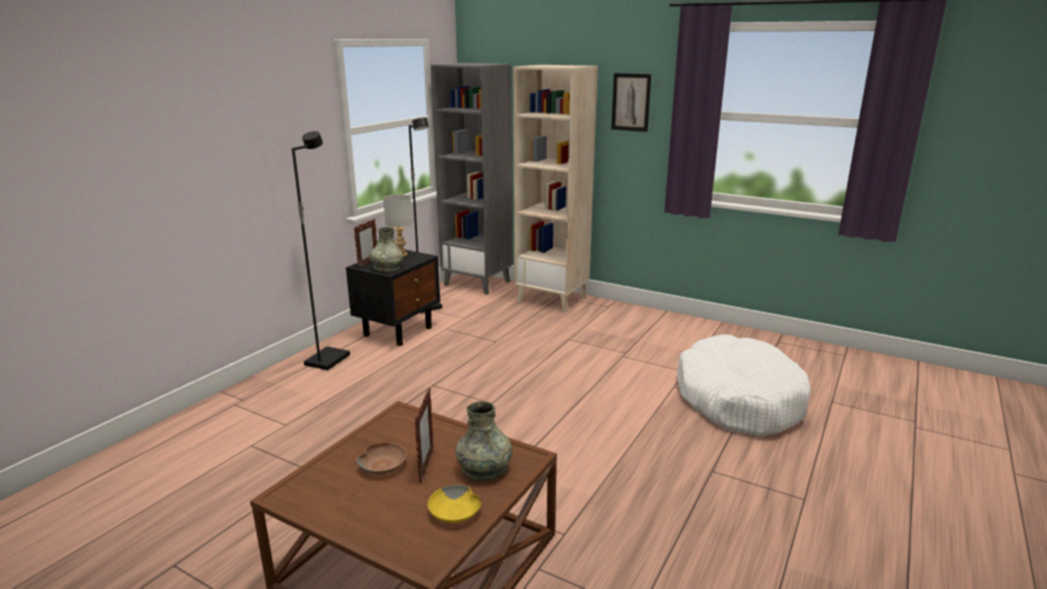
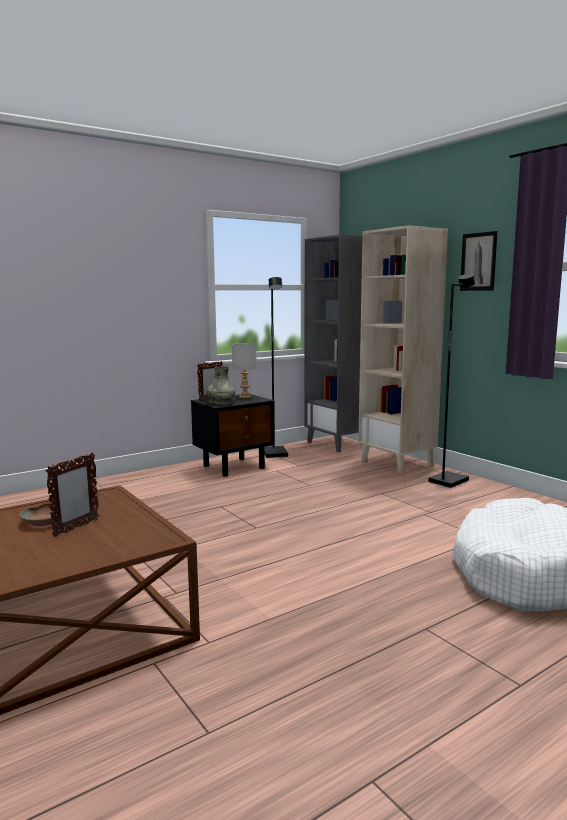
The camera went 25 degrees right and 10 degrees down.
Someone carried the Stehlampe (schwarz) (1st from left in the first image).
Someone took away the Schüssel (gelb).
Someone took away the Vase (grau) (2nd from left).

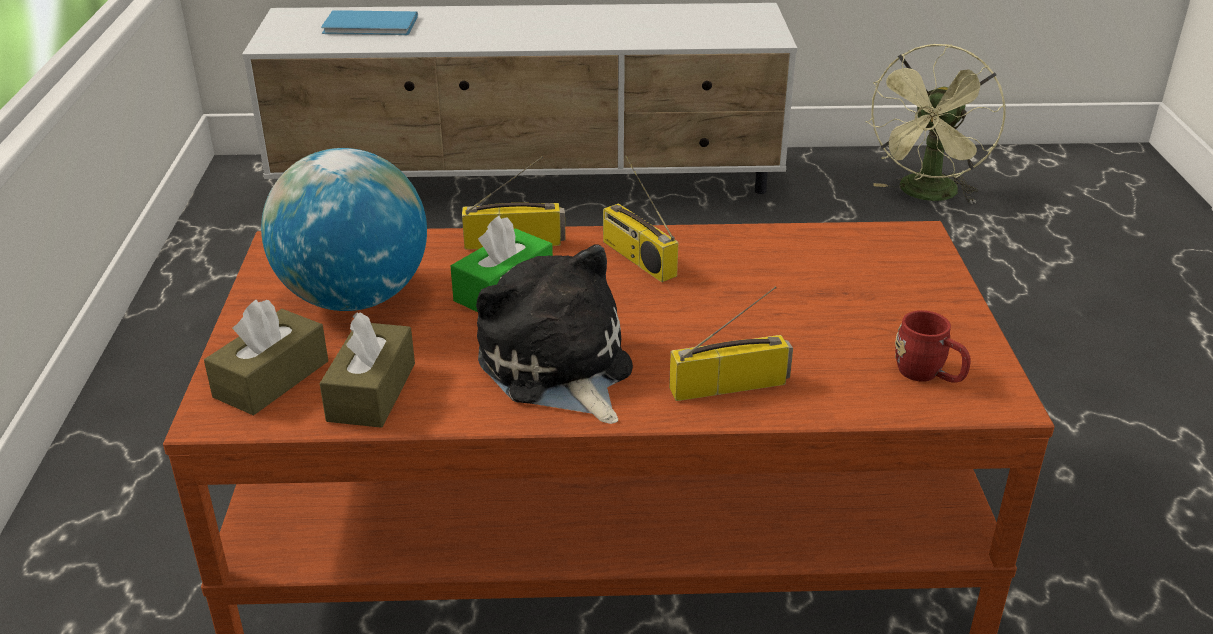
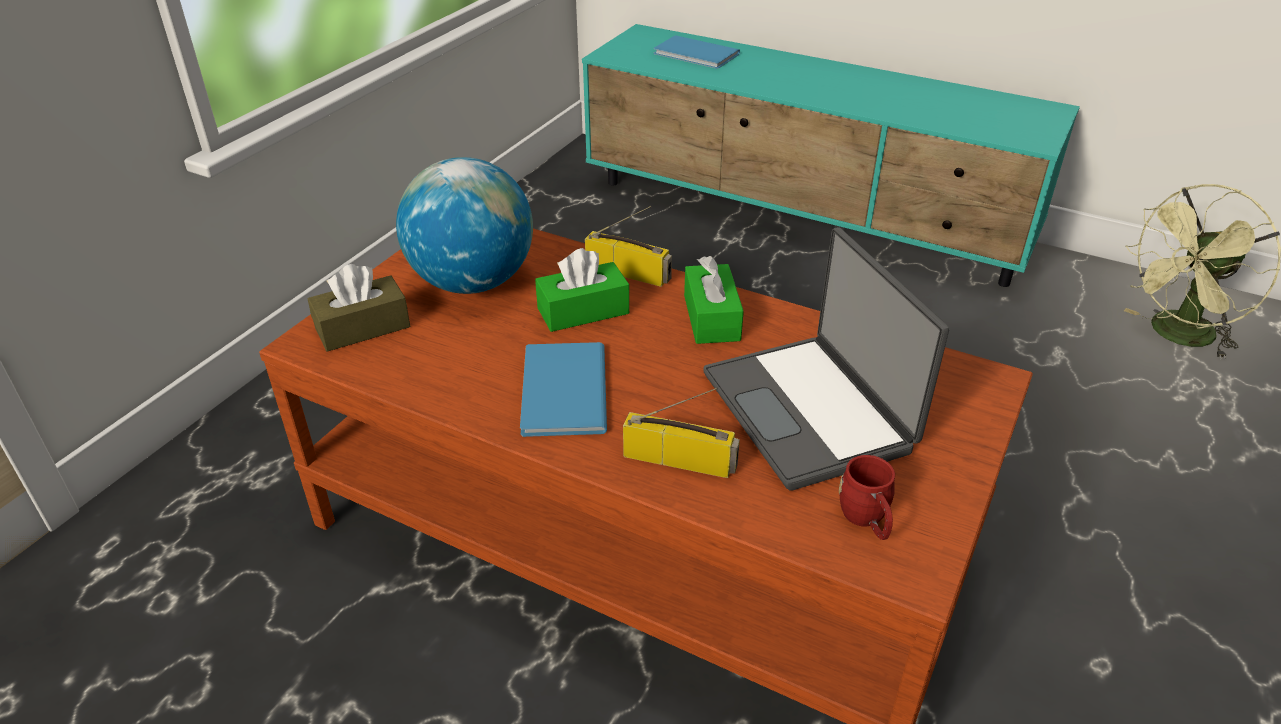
The camera went 30 degrees right and 5 degrees up.
Someone swapped the Plüschtier for the Buch (blau) (1st from left).
Someone repainted the Fernsehschrank (weiß), which became the Fernsehschrank (türkis).
Someone swapped the Radio (2nd from left) for the Taschentuchbox (grün) (2nd from left).
Someone put down the Laptop.
Someone took away the Taschentuchbox (braun) (2nd from left).

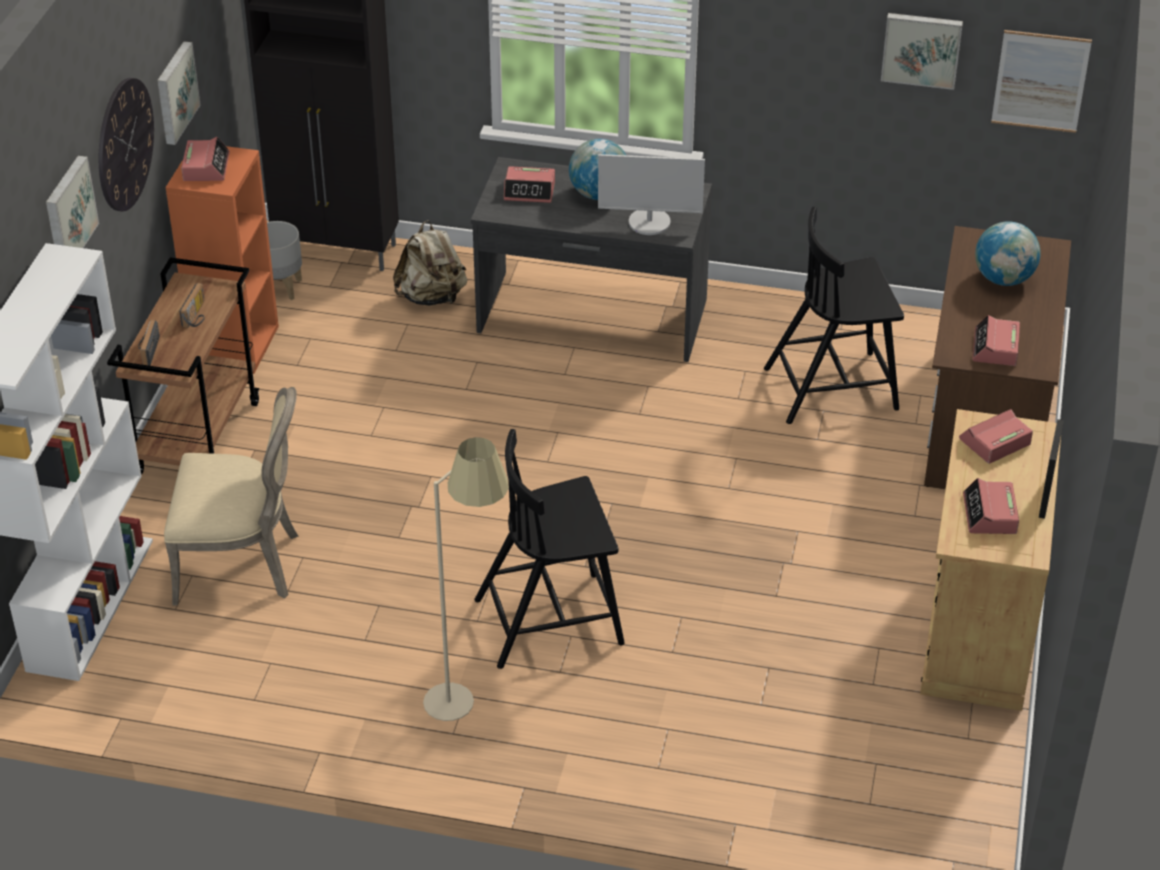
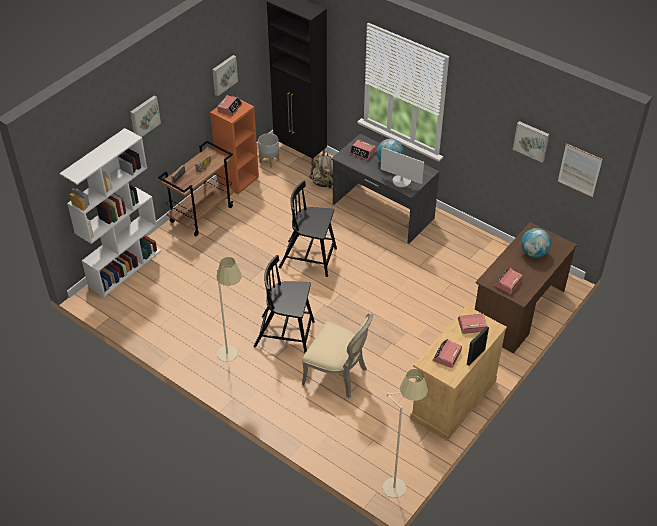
The camera went 25 degrees right and 5 degrees up.
Someone carried the Stuhl (schwarz) (2nd from left).
Someone carried the Stuhl (beige).
Someone put down the Stehlampe (beige) (2nd from left).
Someone took away the Wanduhr.

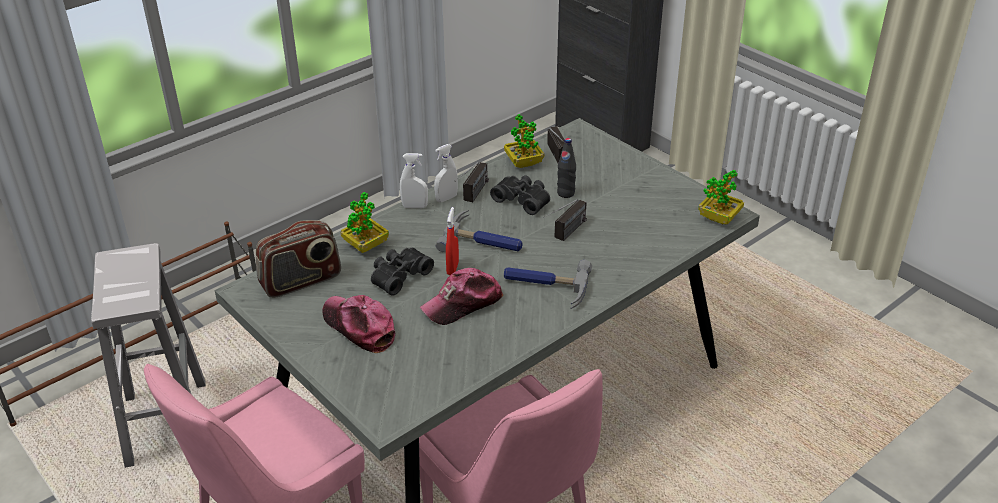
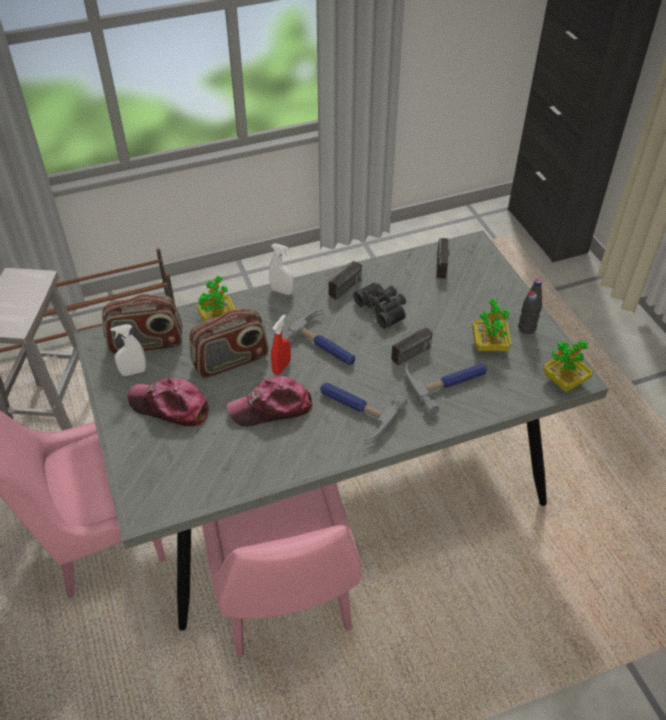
The camera went 20 degrees right and 10 degrees up.
Someone carried the Sprühflasche (weiß) (2nd from left in the first image).
Someone rotated the Kappe (1st from left) by 45 degrees counterclockwise.
Someone swapped the Fernglas (schwarz) (1st from left) for the Radio (2nd from left).
Someone put down the Hammer (3rd from left).
Someone carried the Topfpflanze (2nd from left).
Someone carried the Flasche (schwarz).

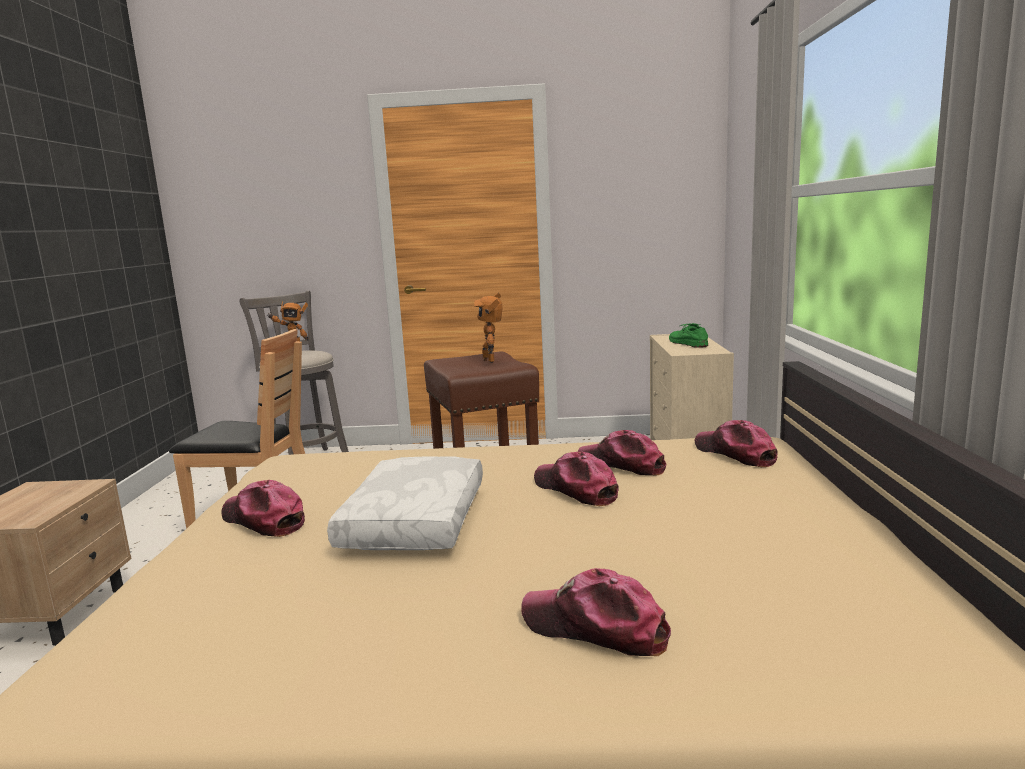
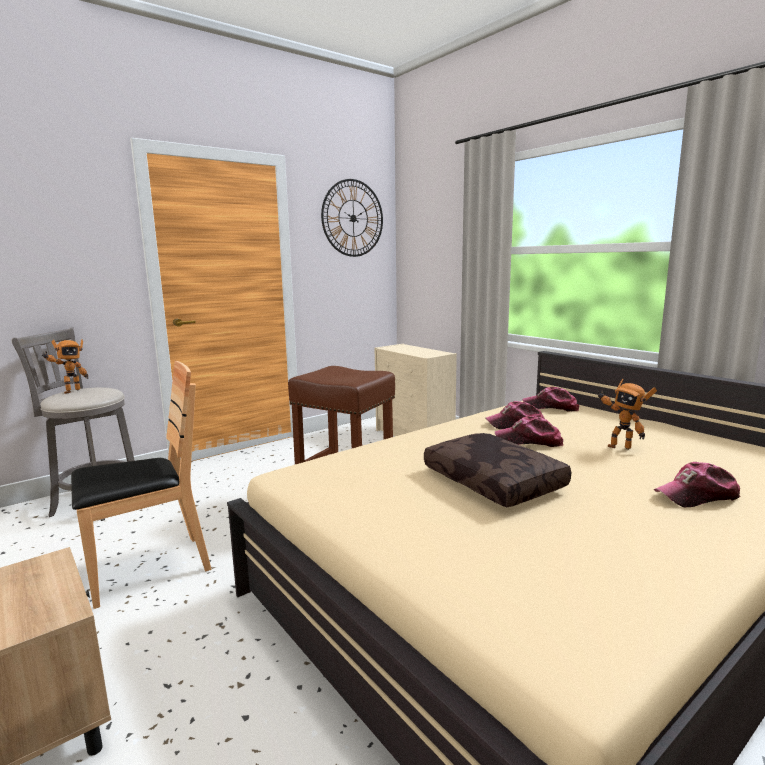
The camera went 40 degrees left and 0 degrees up.
Someone put up the Wanduhr.
Someone repainted the Kissen (weiß), which became the Kissen (braun).
Someone carried the Spielzeugroboter (2nd from left).
Someone took away the Kappe (1st from left).
Someone took away the Schuh (grün).

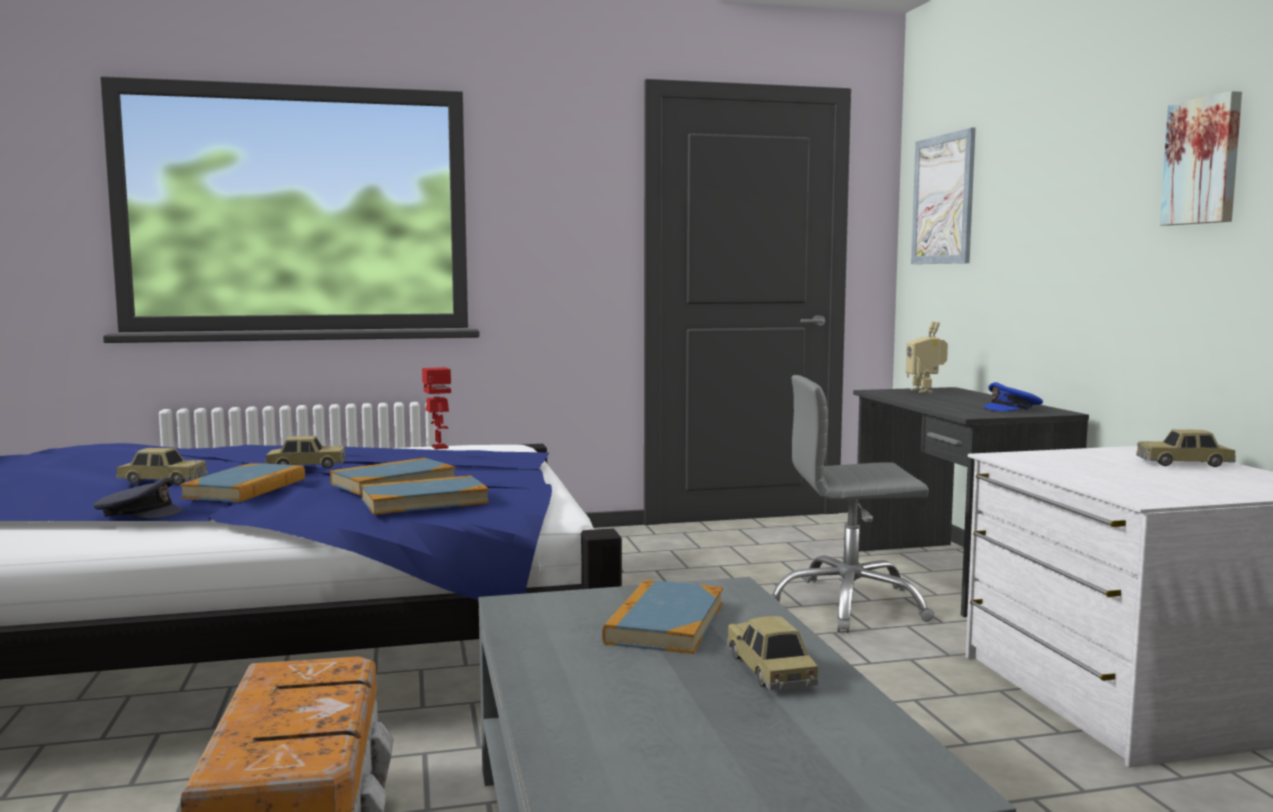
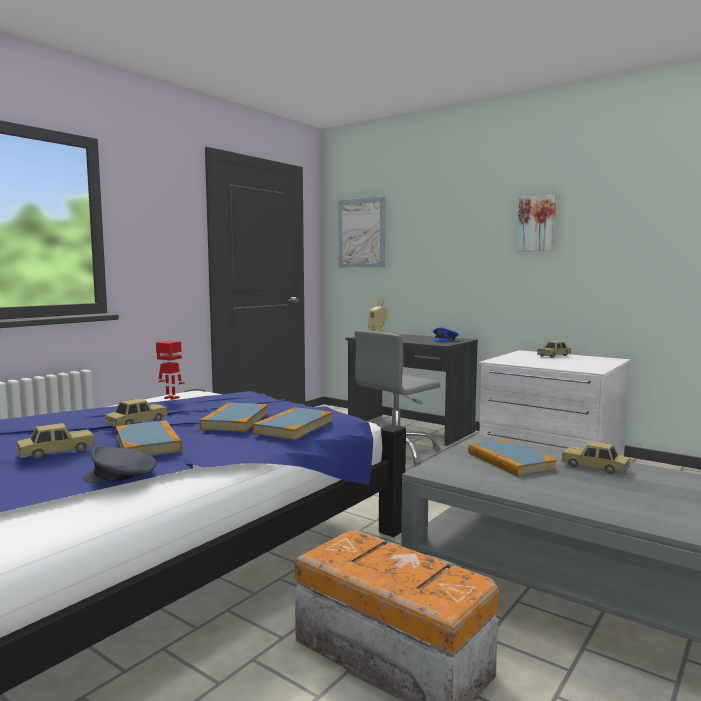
The camera went 40 degrees left and 0 degrees up.
Someone rotated the Kappe (grau) by 150 degrees counterclockwise.

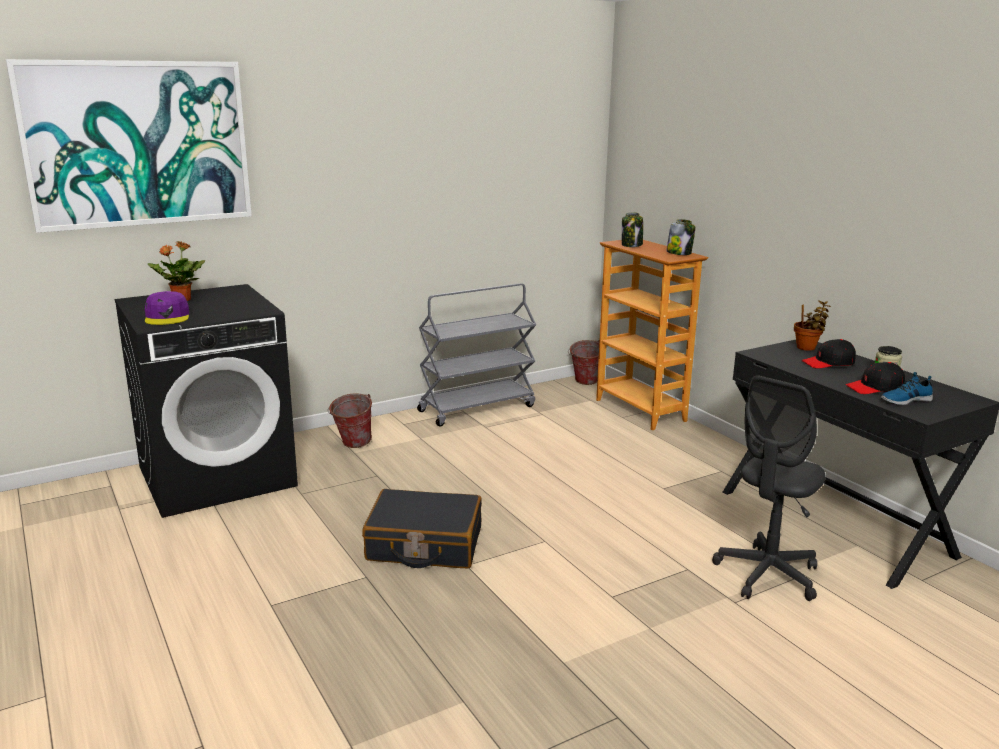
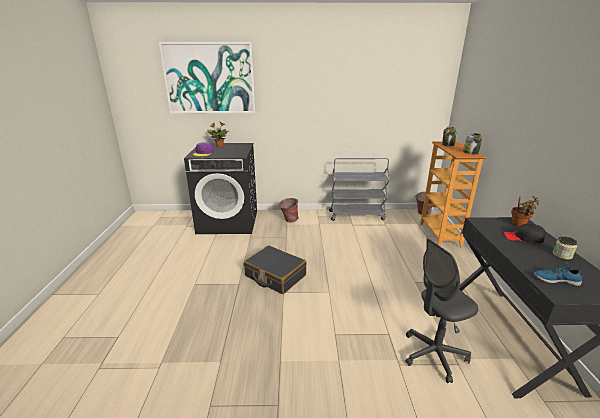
The camera went 30 degrees right and 5 degrees up.
Someone took away the Kappe (schwarz) (2nd from left).

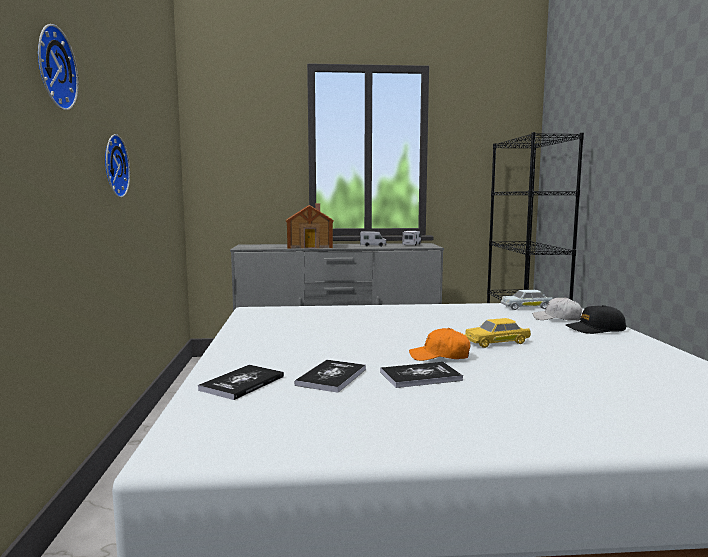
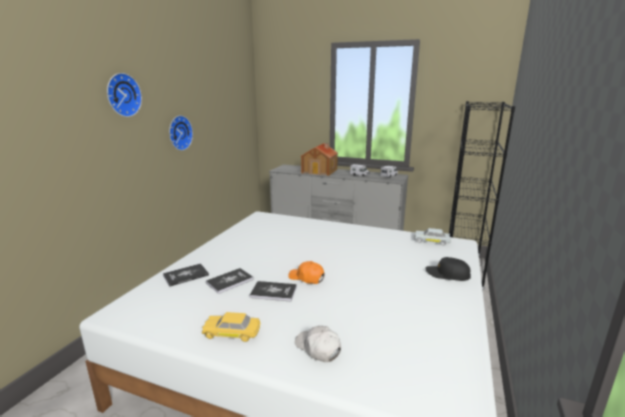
The camera went 25 degrees right and 10 degrees up.
Someone carried the Spielzeugauto (gelb).
Someone carried the Kappe (weiß).

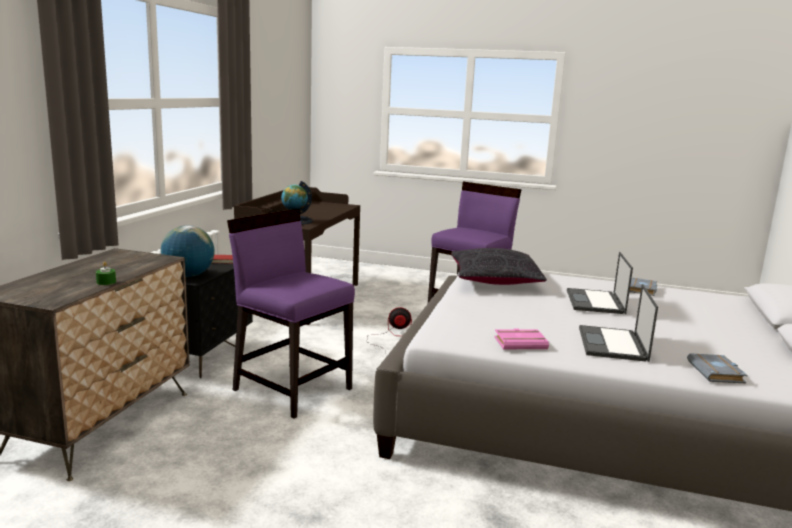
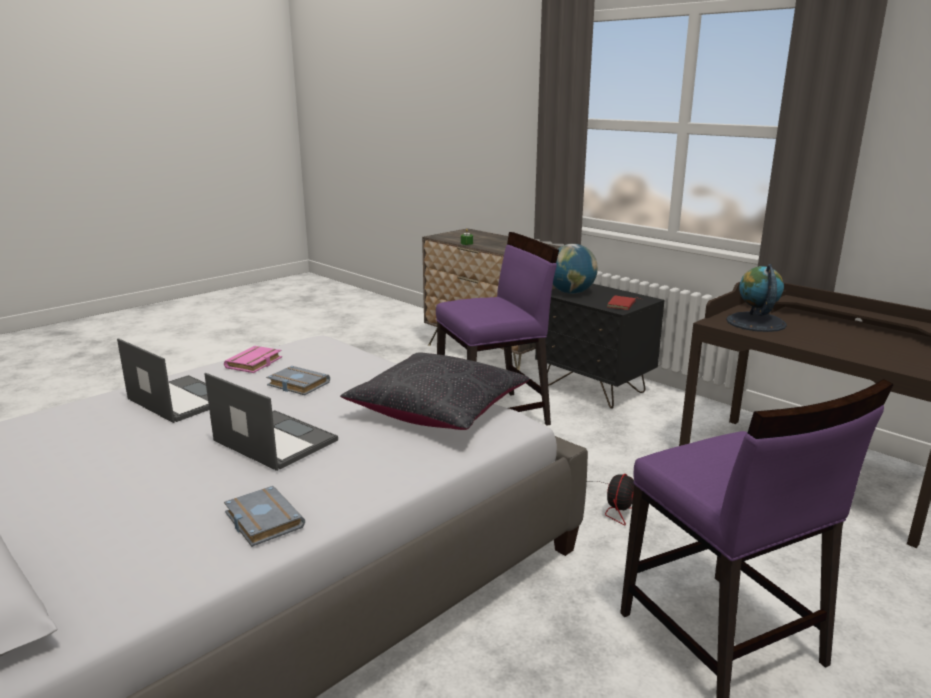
The camera went 120 degrees right and 5 degrees up.
Someone carried the Buch (grau) (2nd from left).

